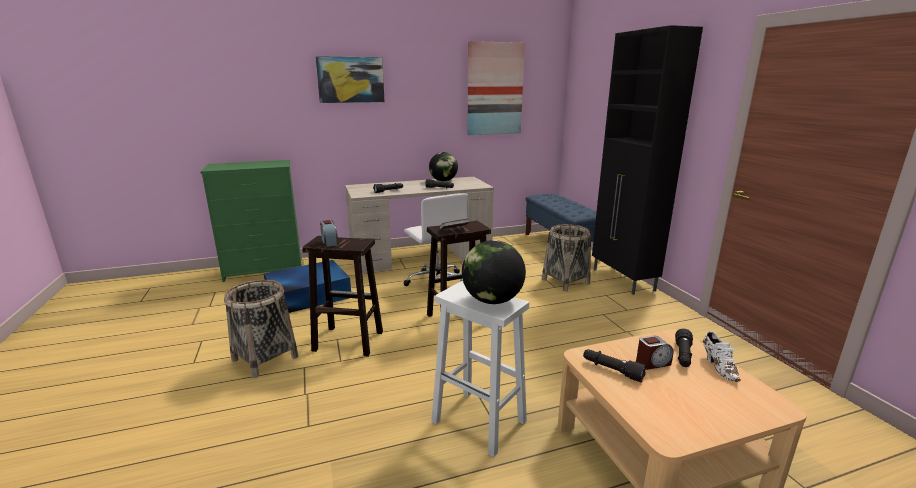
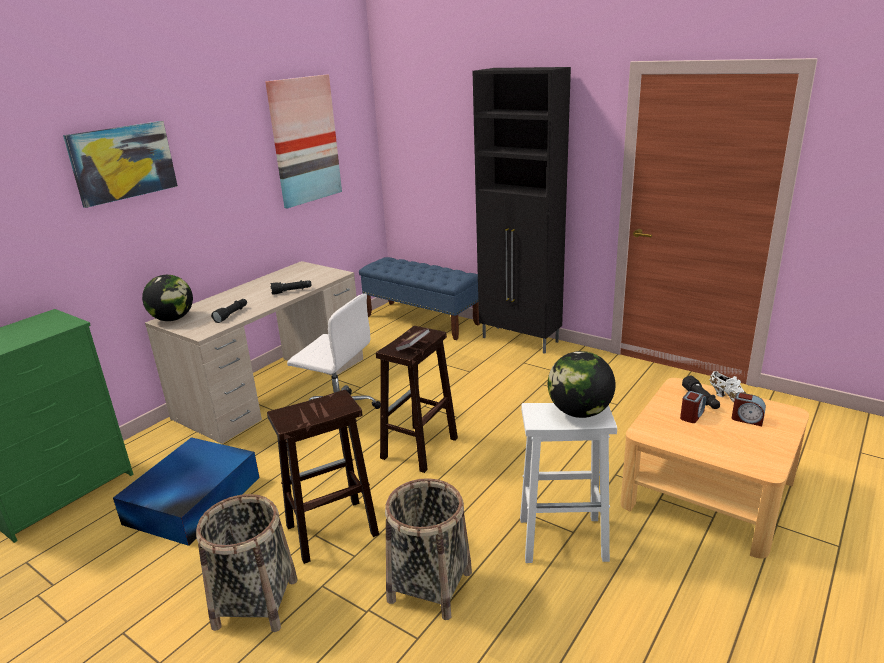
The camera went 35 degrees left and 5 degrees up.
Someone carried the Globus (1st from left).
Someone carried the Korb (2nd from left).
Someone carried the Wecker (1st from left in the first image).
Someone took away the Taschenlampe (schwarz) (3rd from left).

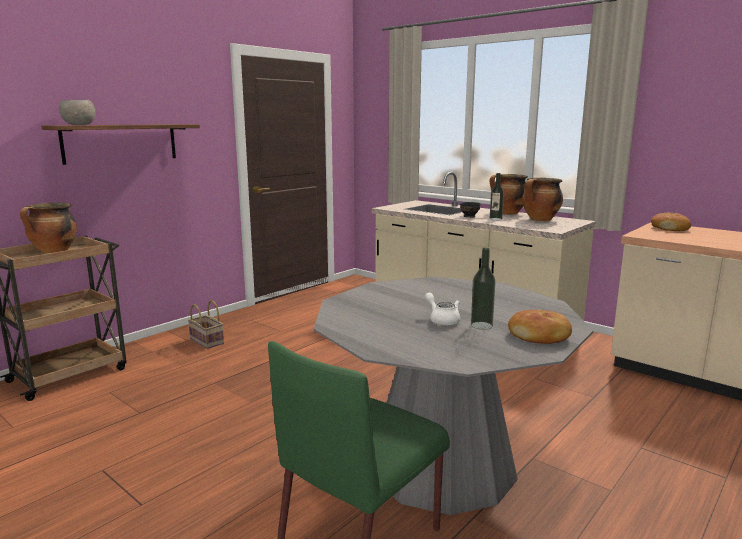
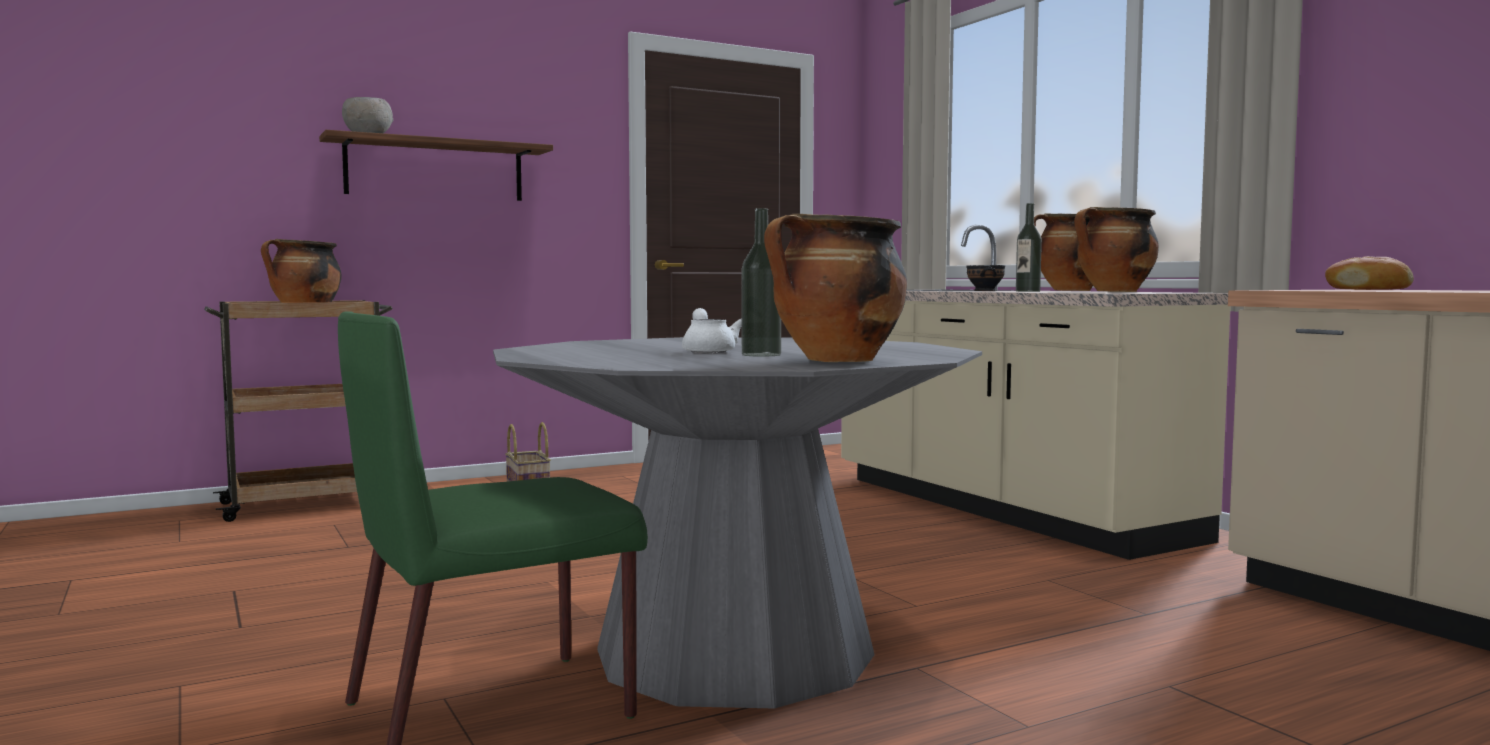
The camera went 20 degrees right and 10 degrees down.
Someone swapped the Brot (1st from left) for the Kochtopf (2nd from left).

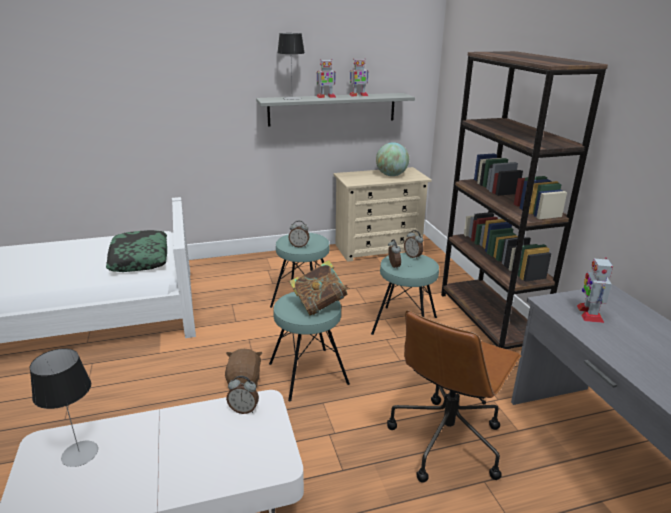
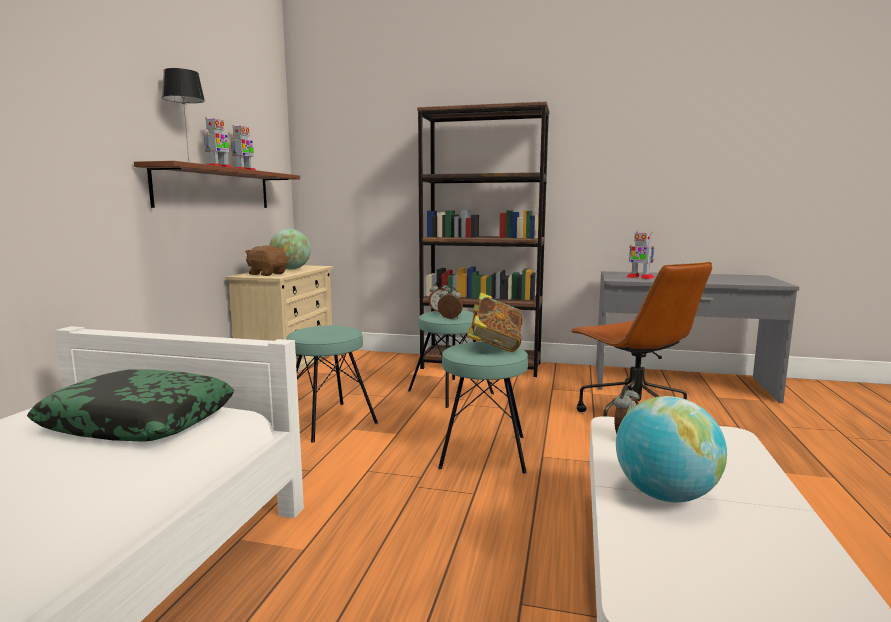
The camera went 60 degrees left and 15 degrees down.
Someone repainted the Wandregal (grau), which became the Wandregal (braun).
Someone carried the Plüschtier (braun).
Someone put down the Globus (2nd from left).
Someone took away the Tischlampe (1st from left).
Someone took away the Wecker (2nd from left).

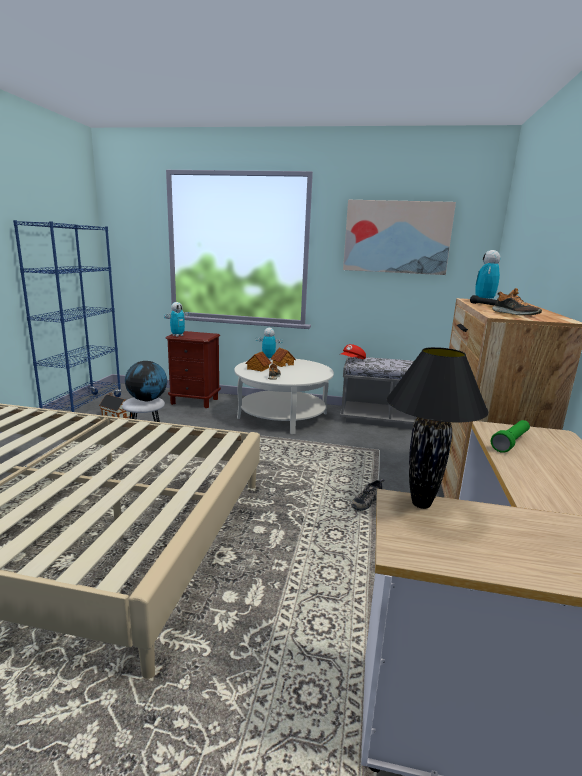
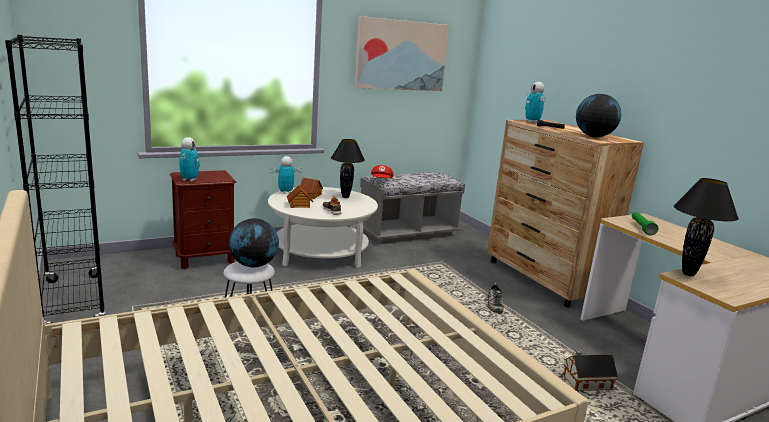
The camera went 40 degrees left and 0 degrees up.
Someone repainted the Bücherregal (blau), which became the Bücherregal (schwarz).
Someone put down the Tischlampe (schwarz) (1st from left).
Someone carried the Spielzeughaus (1st from left in the first image).
Someone swapped the Schuh (3rd from left) for the Globus (2nd from left).

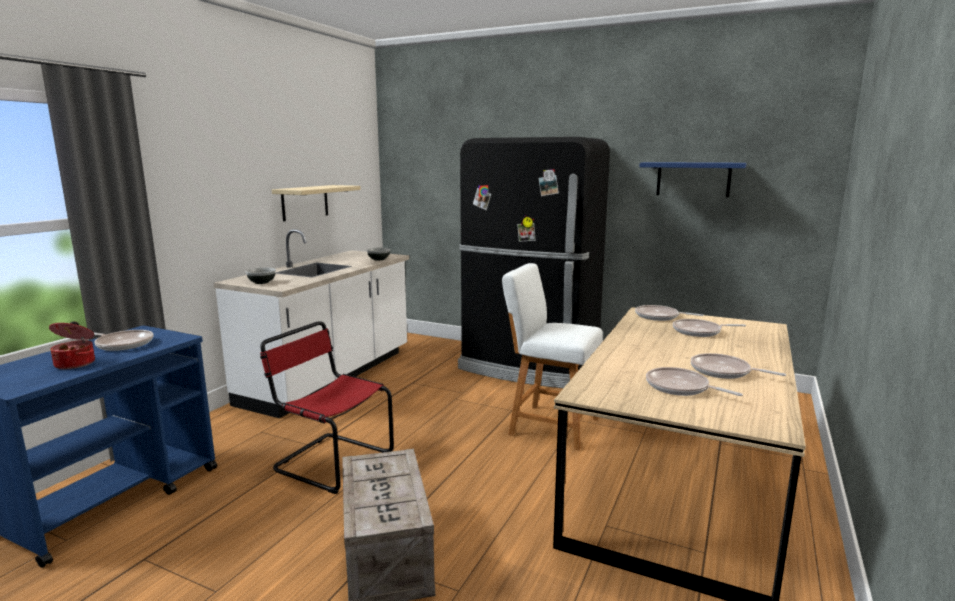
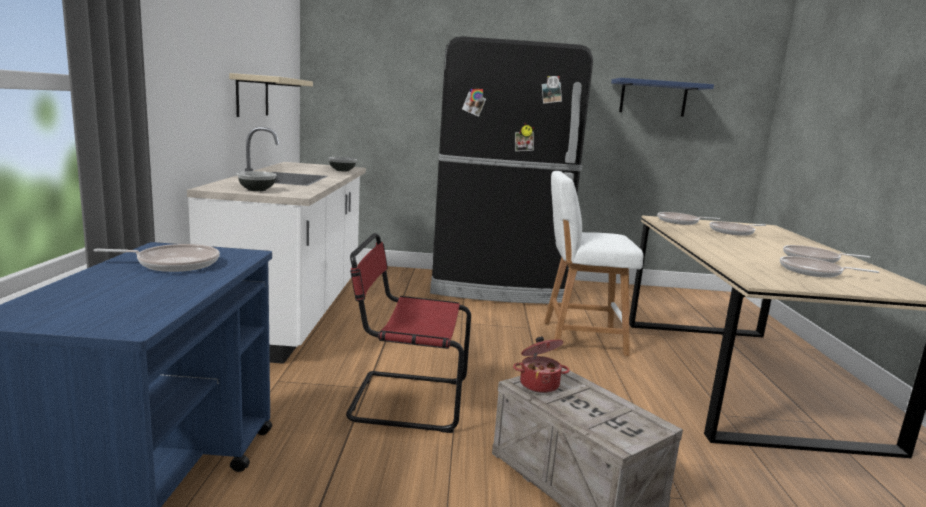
The camera went 25 degrees left and 0 degrees up.
Someone carried the Kochtopf.

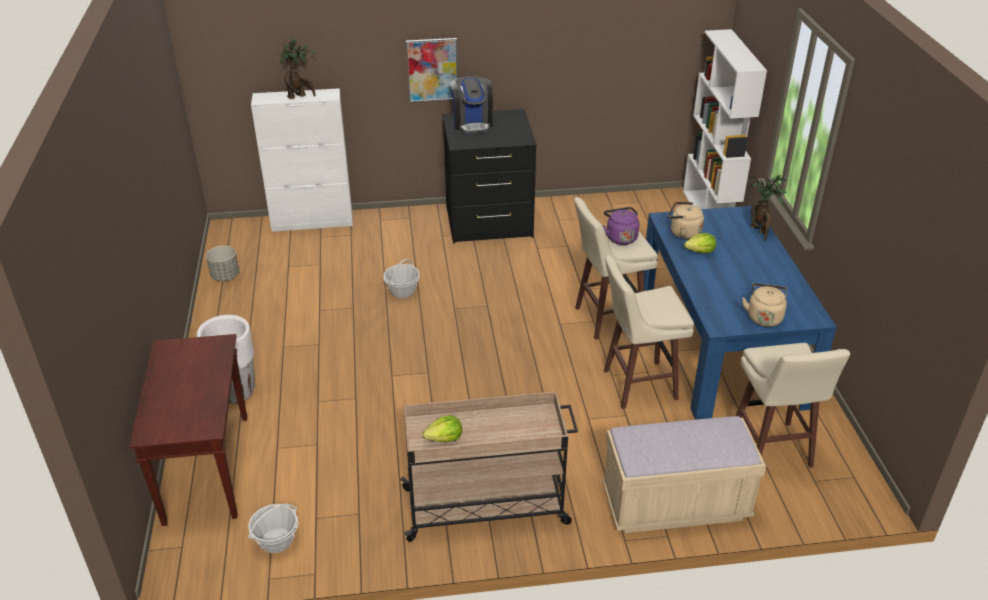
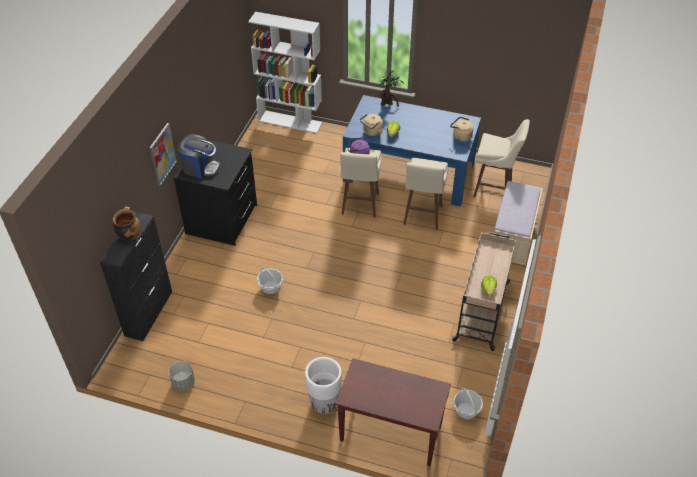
The camera went 65 degrees left and 10 degrees up.
Someone repainted the Schrank (weiß), which became the Schrank (schwarz).
Someone swapped the Topfpflanze (1st from left) for the Kochtopf.

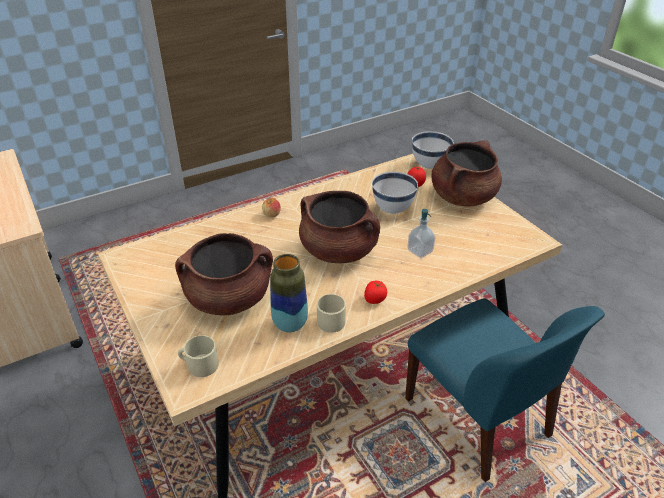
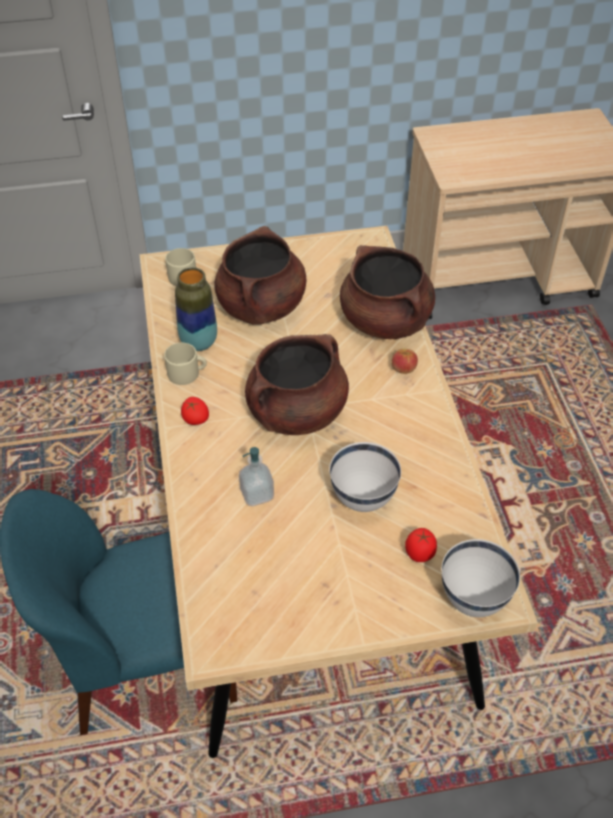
The camera went 110 degrees right and 10 degrees up.
Someone carried the Kochtopf (braun) (3rd from left).

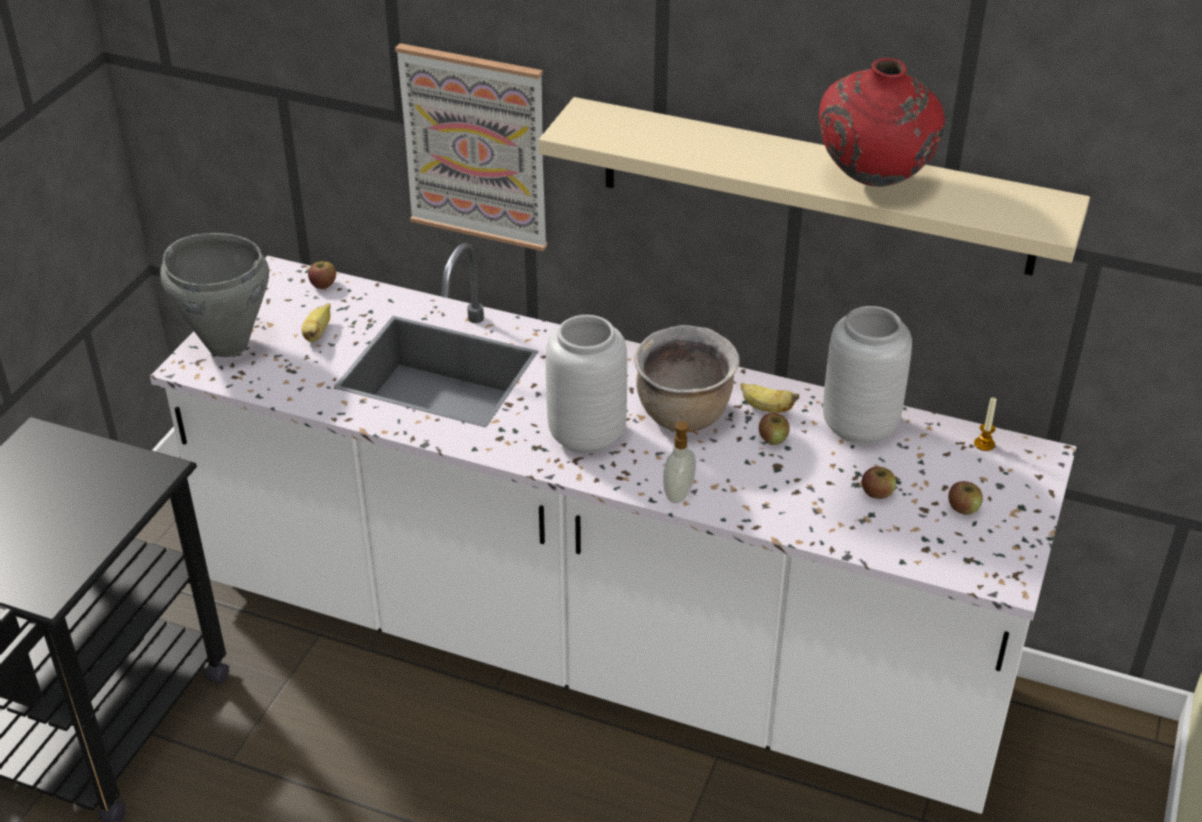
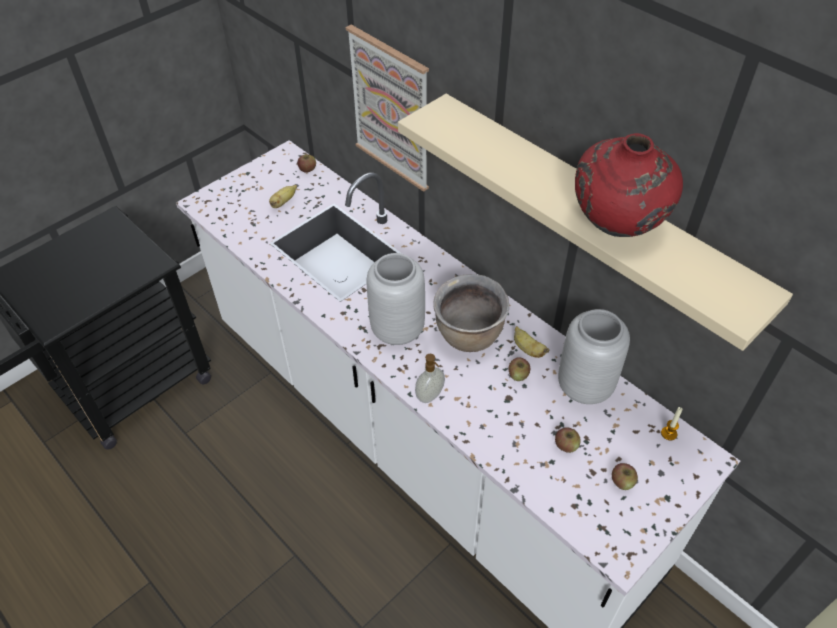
The camera went 25 degrees right and 10 degrees up.
Someone took away the Kochtopf (grau).

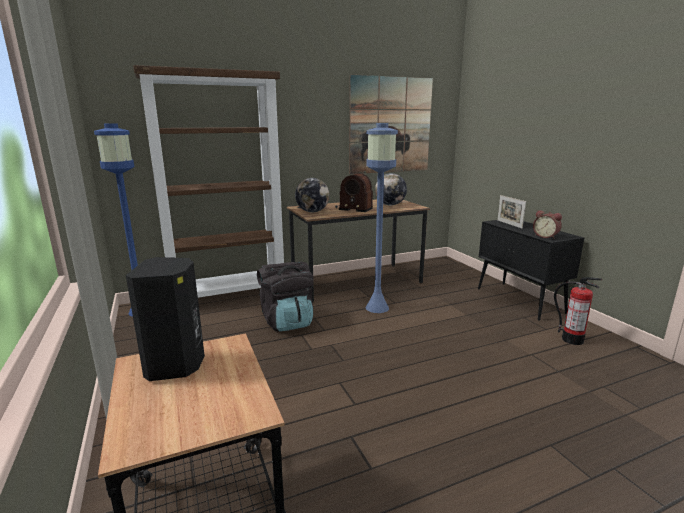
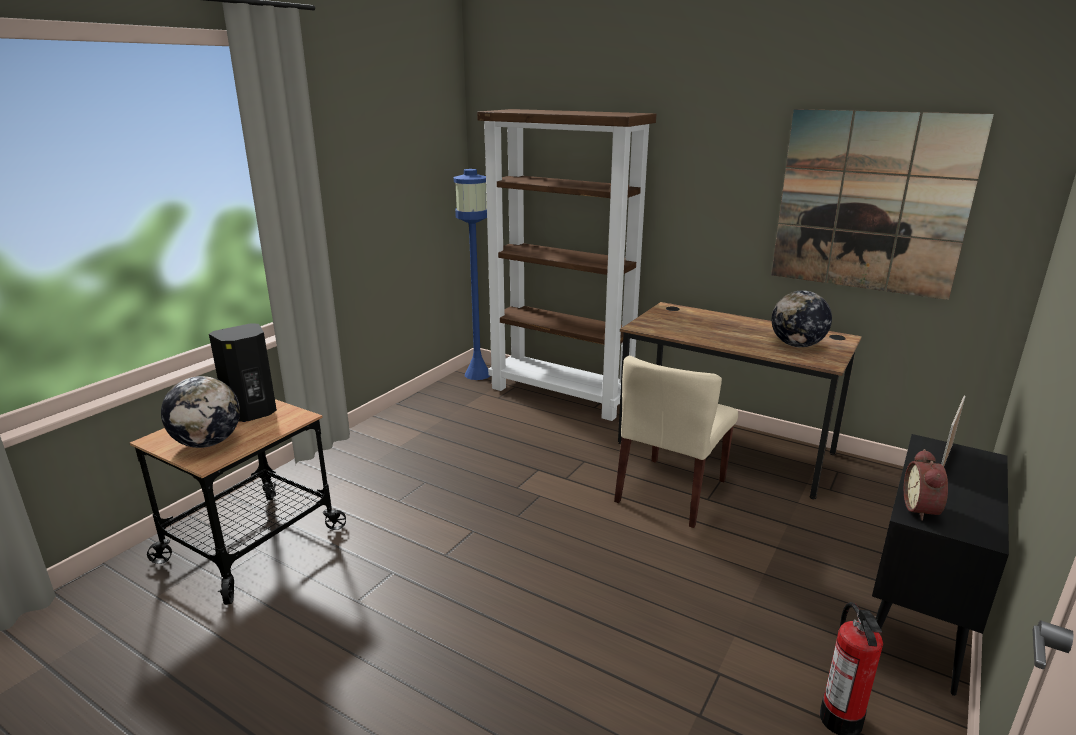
The camera went 55 degrees right and 5 degrees up.
Someone carried the Globus (1st from left).
Someone swapped the Stehlampe (blau) (2nd from left) for the Stuhl (beige).
Someone took away the Rucksack (schwarz).
Someone took away the Radio.

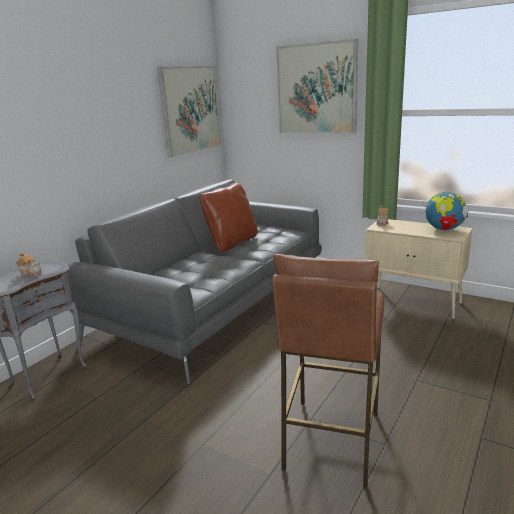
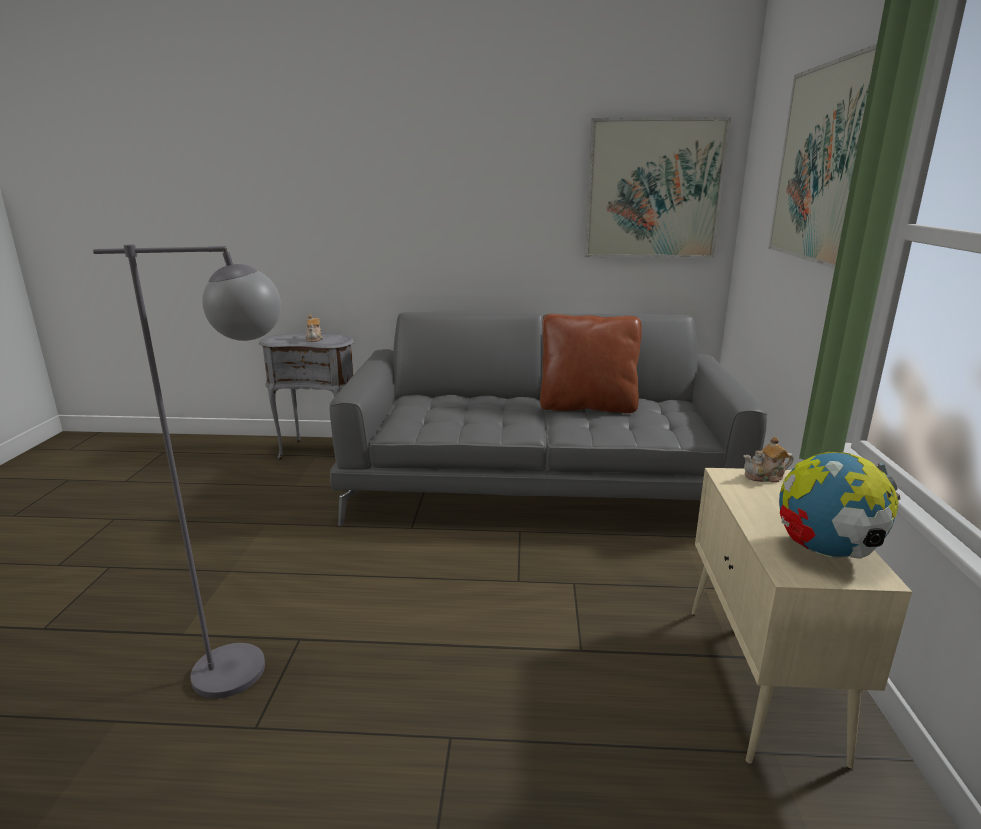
The camera went 60 degrees right and 0 degrees up.
Someone swapped the Hocker (braun) for the Stehlampe (grau).

